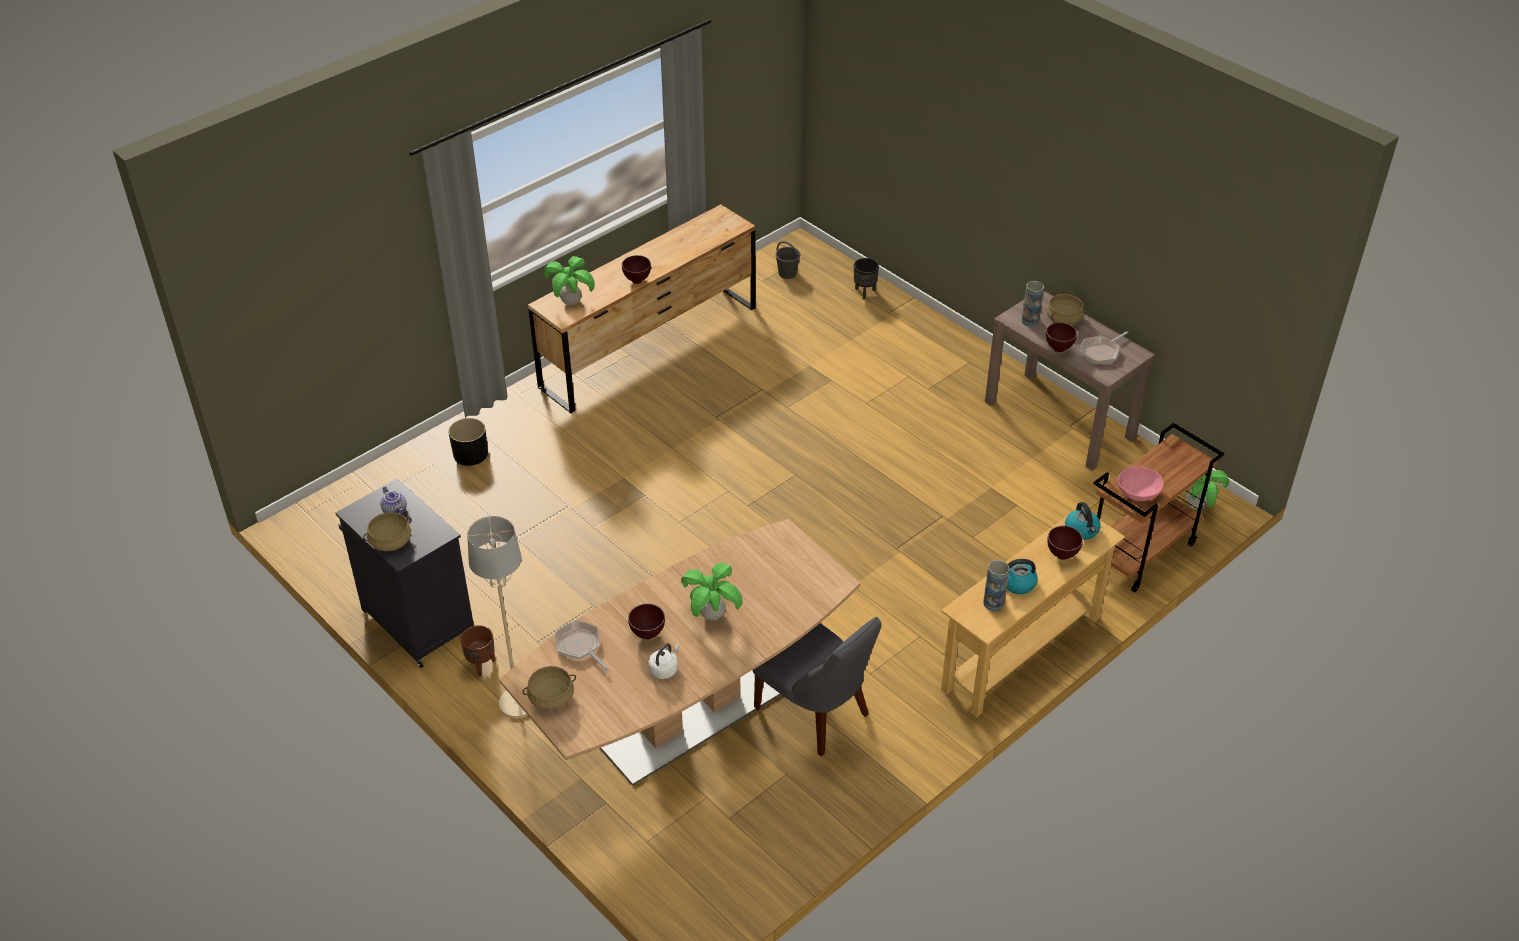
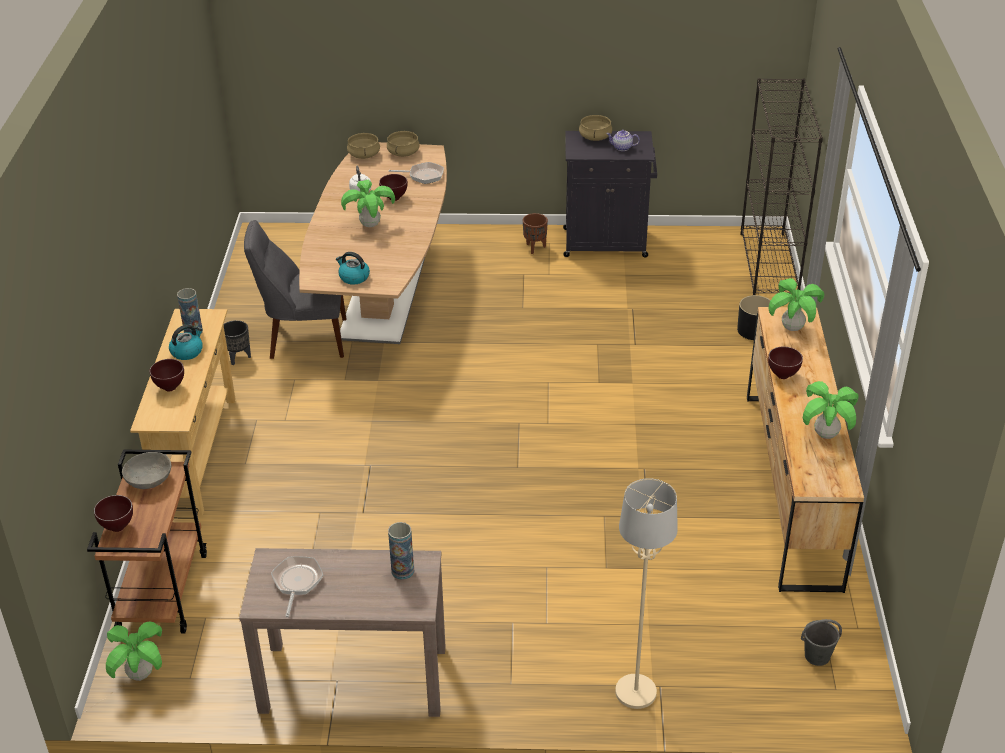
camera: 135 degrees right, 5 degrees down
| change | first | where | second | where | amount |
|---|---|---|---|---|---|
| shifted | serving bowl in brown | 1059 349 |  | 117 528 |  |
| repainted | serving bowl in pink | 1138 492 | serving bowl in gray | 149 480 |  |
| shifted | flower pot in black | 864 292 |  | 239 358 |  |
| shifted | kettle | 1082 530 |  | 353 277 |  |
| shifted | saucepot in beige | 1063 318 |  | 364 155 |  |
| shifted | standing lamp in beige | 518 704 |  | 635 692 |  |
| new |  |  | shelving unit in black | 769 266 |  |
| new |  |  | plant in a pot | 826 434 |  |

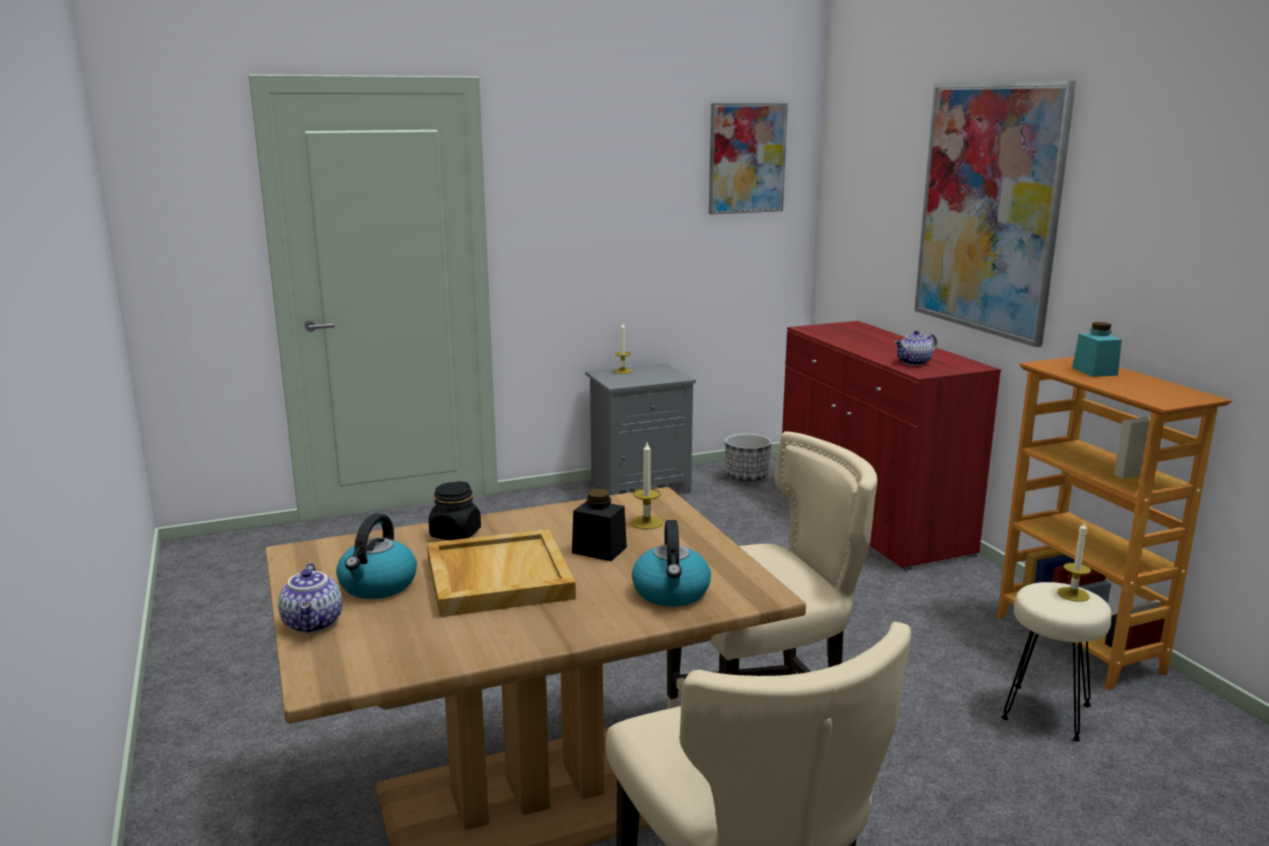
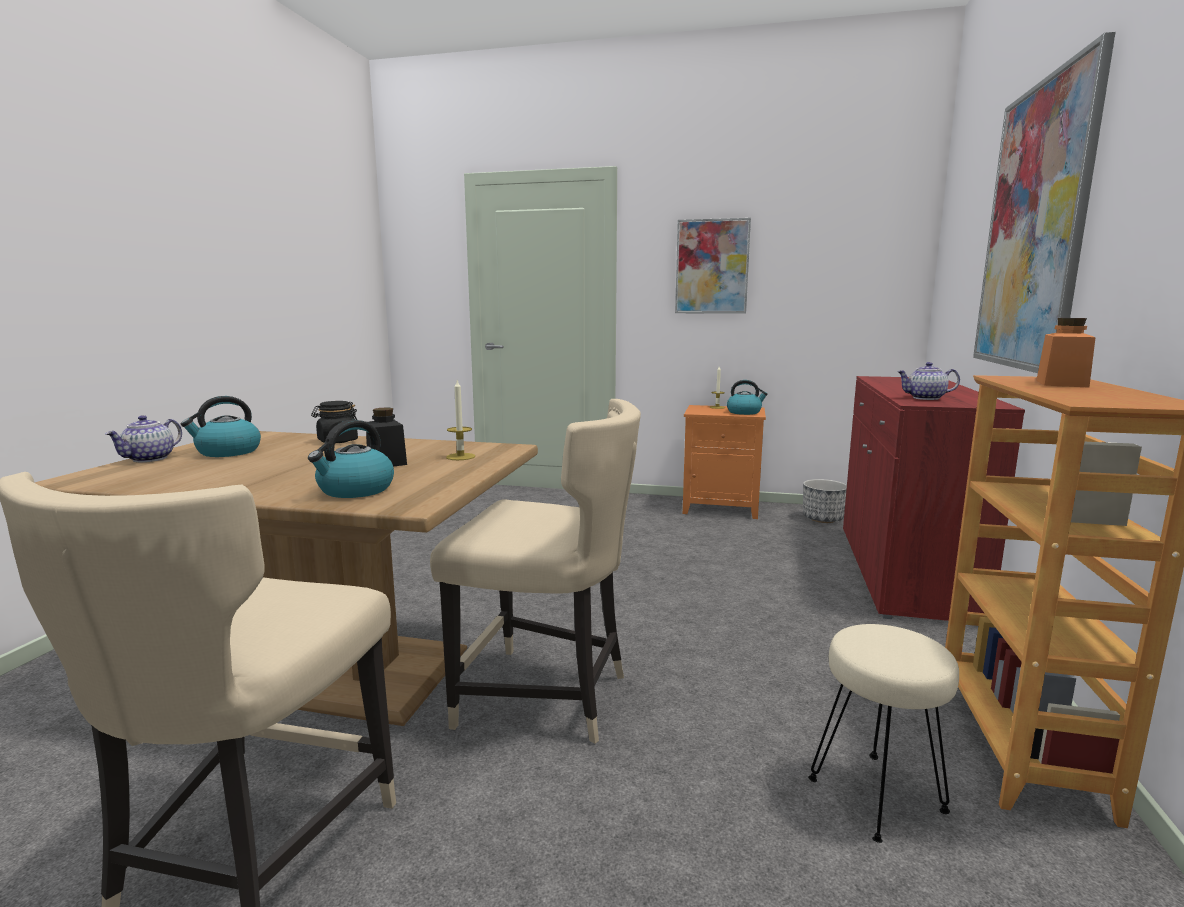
camera: 35 degrees right, 5 degrees down
| change | first | where | second | where | amount |
|---|---|---|---|---|---|
| shifted | wall picture | 746 158 |  | 712 267 |  |
| repainted | nightstand in gray | 640 486 | nightstand in orangey | 722 507 |  |
| new |  |  | kettle | 744 412 |  |
| repainted | storage jar in blue-green | 1094 371 | storage jar in orangey | 1061 384 |  |
| gone | serving tray in beige | 497 577 |  |  |  |
| gone | wax light | 1073 594 |  |  |  |

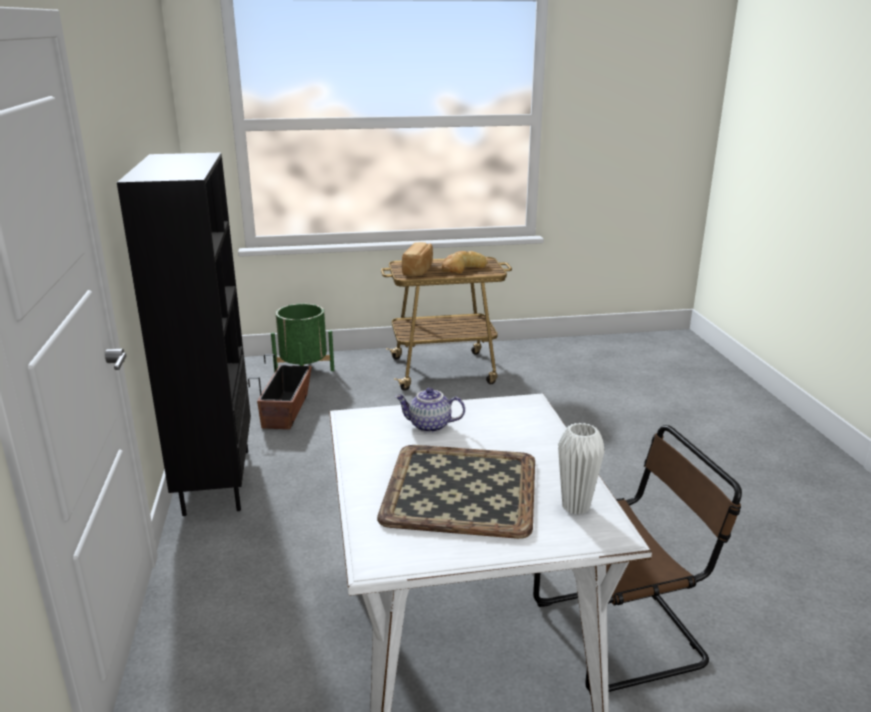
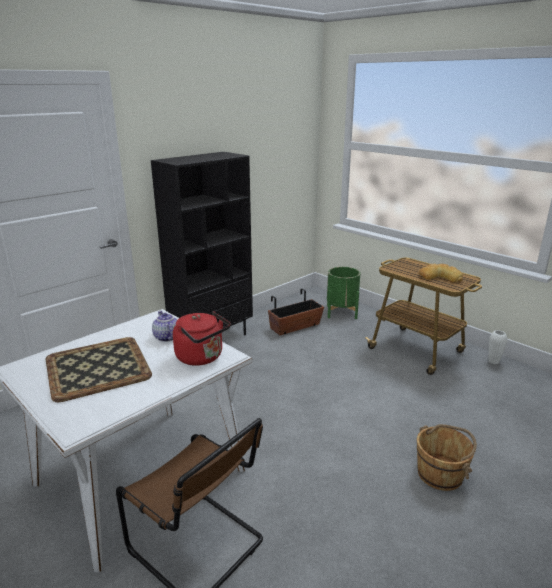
camera: 55 degrees right, 0 degrees up
| change | first | where | second | where | amount |
|---|---|---|---|---|---|
| new |  |  | kettle in red-coloured | 202 357 |  |
| new |  |  | water bucket in brown | 441 474 |  |
| shifted | flower vase in white-coloured | 575 506 |  | 493 361 |  |
| gone | baked bread | 419 270 |  |  |  |

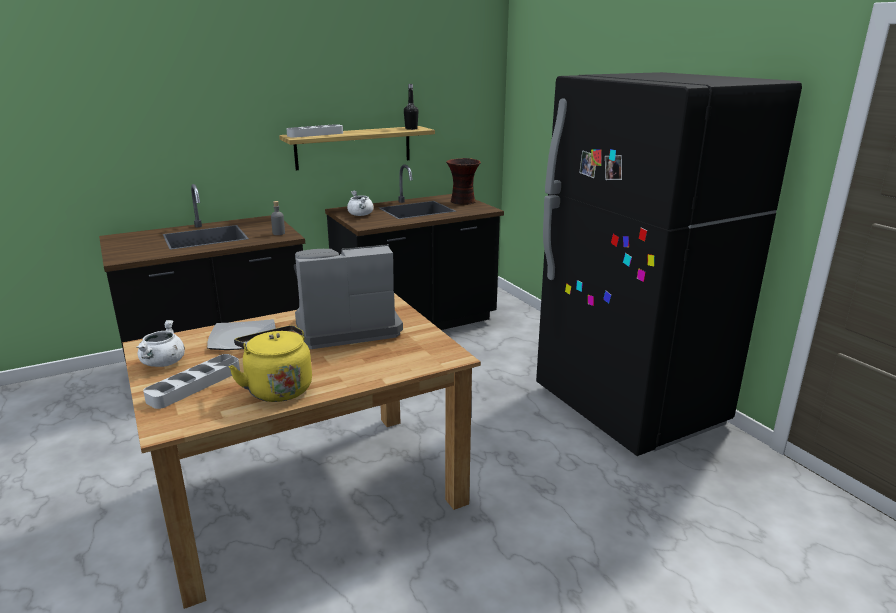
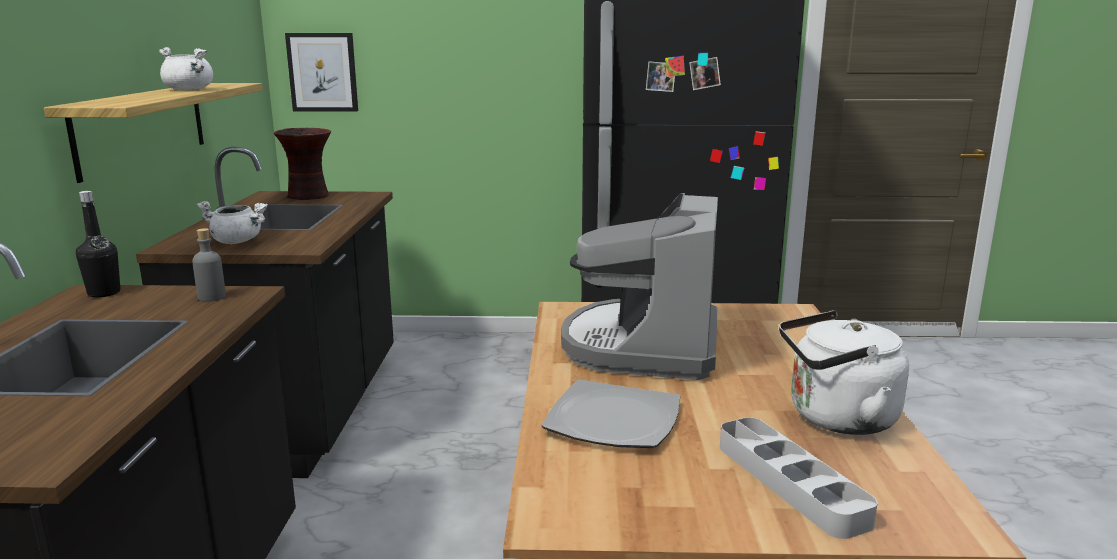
camera: 60 degrees left, 5 degrees down
| change | first | where | second | where | amount |
|---|---|---|---|---|---|
| shifted | beverage bottle in black | 411 128 |  | 104 293 |  |
| shifted | saucepot in white-coloured | 163 363 |  | 189 90 |  |
| new |  |  | wall picture | 322 72 |  |
| repainted | kettle in yellowish | 277 388 | kettle in white-coloured | 836 418 |  |
| gone | serving tray in gray | 315 134 |  |  |  |

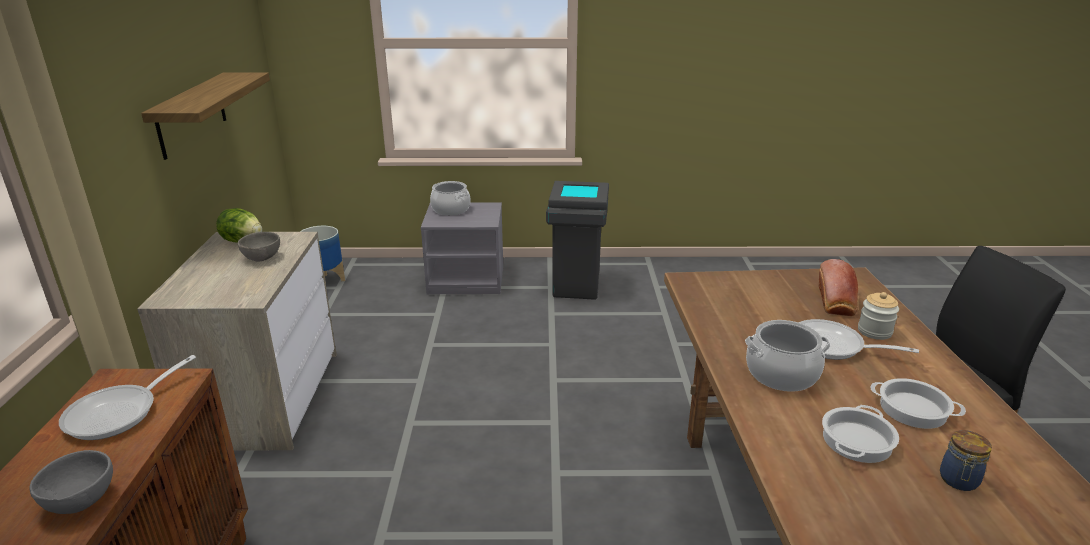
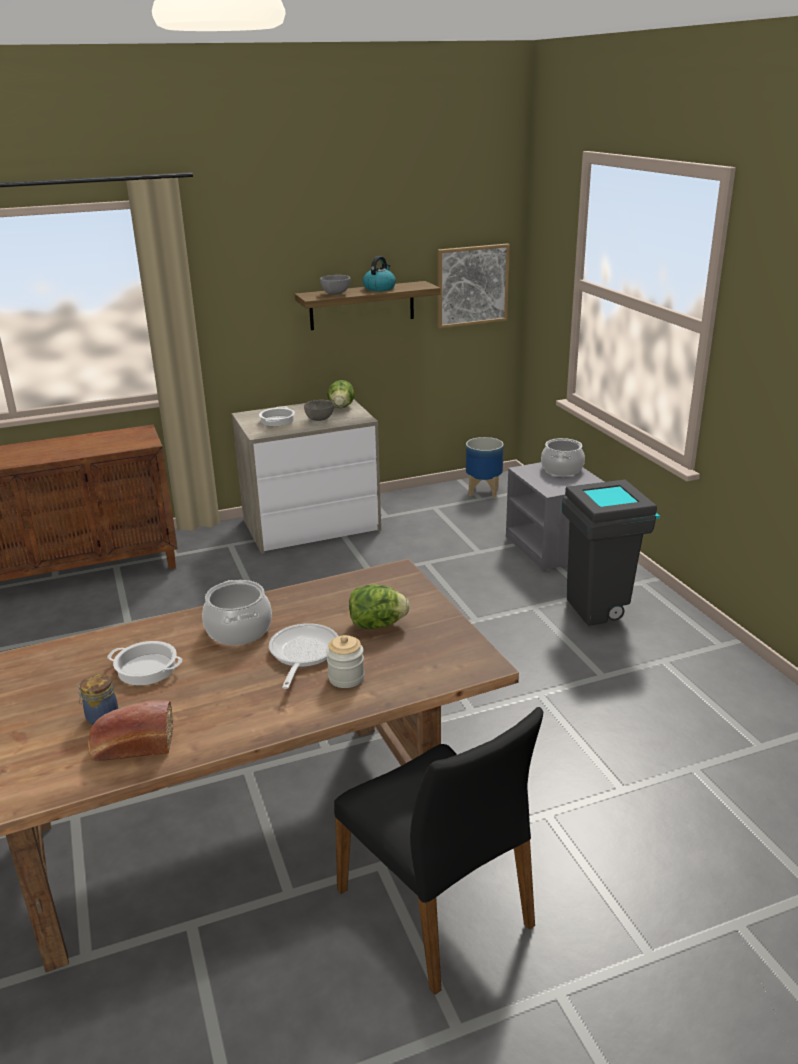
camera: 70 degrees right, 0 degrees up
| change | first | where | second | where | amount |
|---|---|---|---|---|---|
| shifted | baked bread | 836 302 |  | 131 747 |  |
| shifted | saucepot | 912 409 |  | 277 420 |  |
| shifted | serving bowl in gray | 80 501 |  | 335 293 |  |
| new |  |  | head of lettuce | 377 625 |  |
| new |  |  | kettle | 379 288 |  |
| new |  |  | wall picture | 472 285 |  |
| gone | skillet | 119 413 |  |  |  |

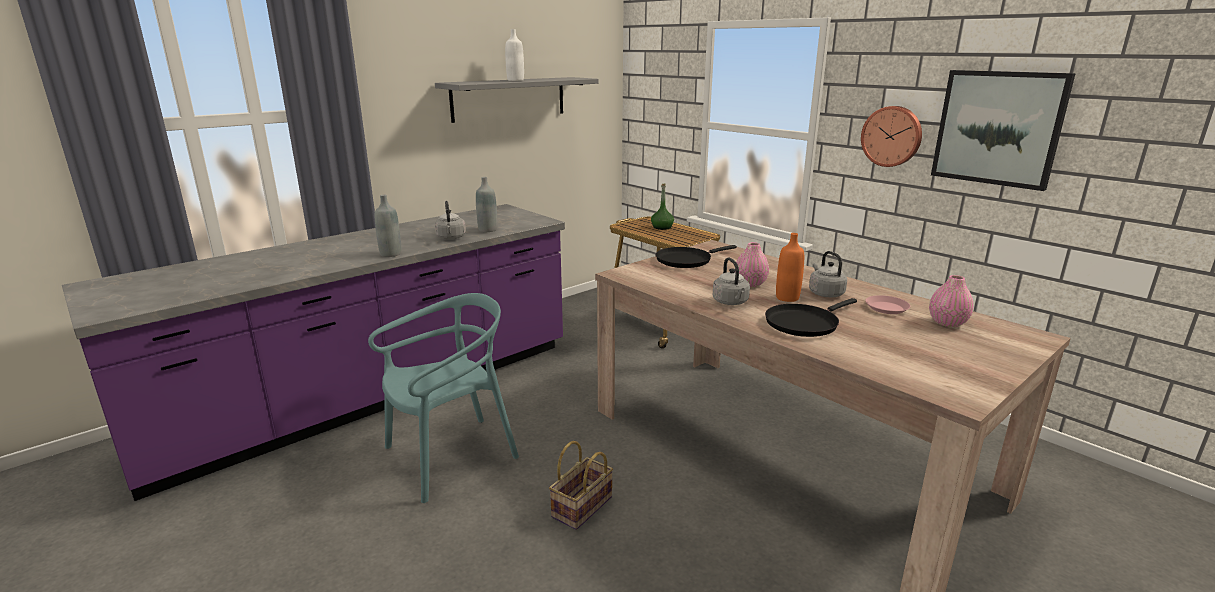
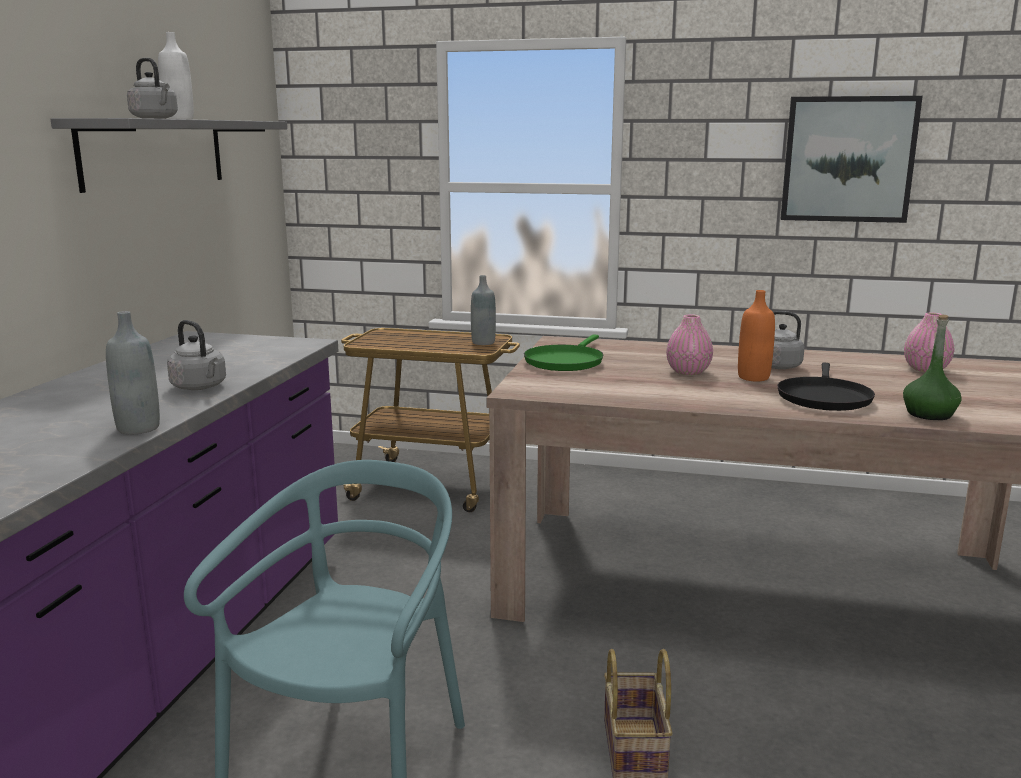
camera: 35 degrees left, 5 degrees down
| change | first | where | second | where | amount |
|---|---|---|---|---|---|
| shifted | kettle in gray | 731 302 |  | 155 118 |  |
| shifted | beverage bottle in gray | 487 230 |  | 483 342 |  |
| repainted | skillet in black | 686 260 | skillet in green-coloured | 565 361 |  |
| shifted | beverage bottle in green-coloured | 662 227 |  | 929 414 |  |
| gone | clock on the wall | 892 136 |  |  |  |
| gone | flat dish in pink | 887 308 |  |  |  |

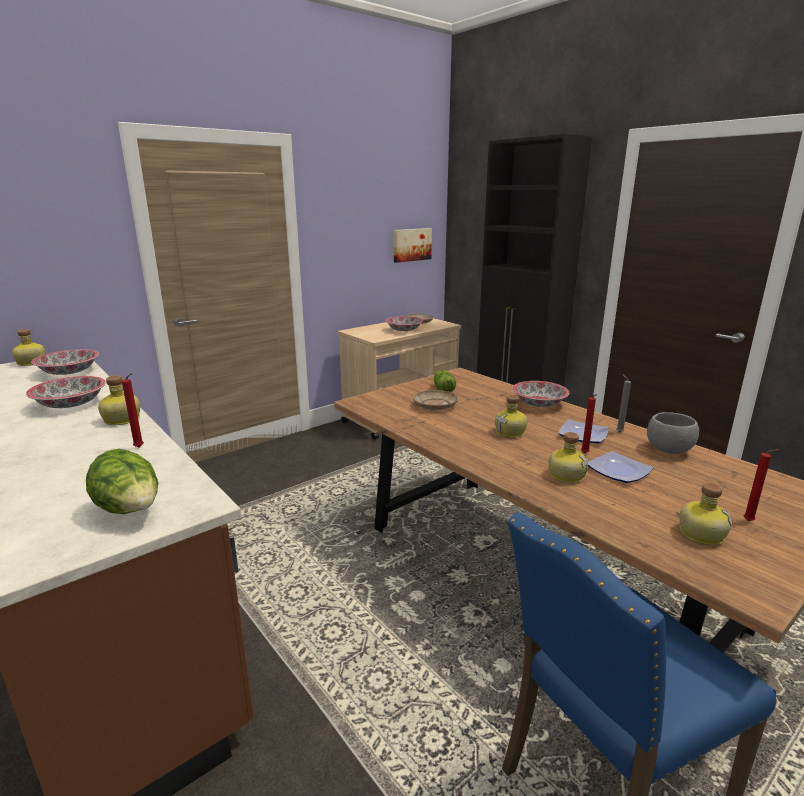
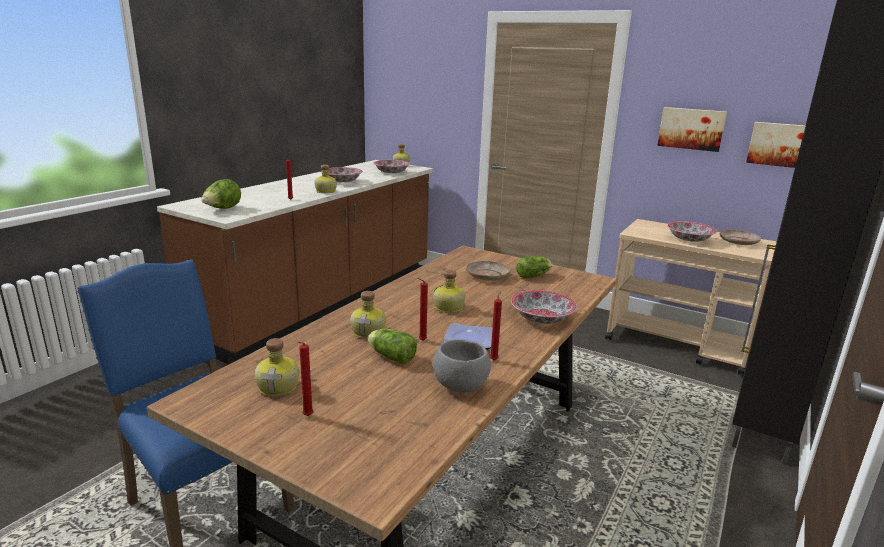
camera: 70 degrees right, 0 degrees up
| change | first | where | second | where | amount |
|---|---|---|---|---|---|
| swapped | flat dish | 620 471 | head of lettuce | 390 356 |  |
| repainted | wax light in gray | 618 432 | wax light in red-coloured | 494 359 |  |
| new |  |  | wall picture | 691 128 |  |

